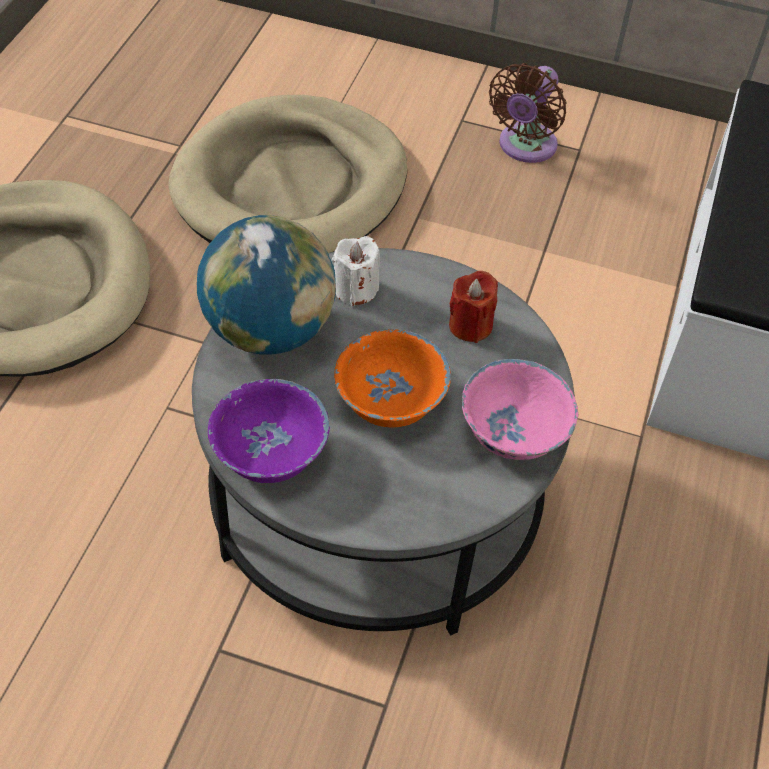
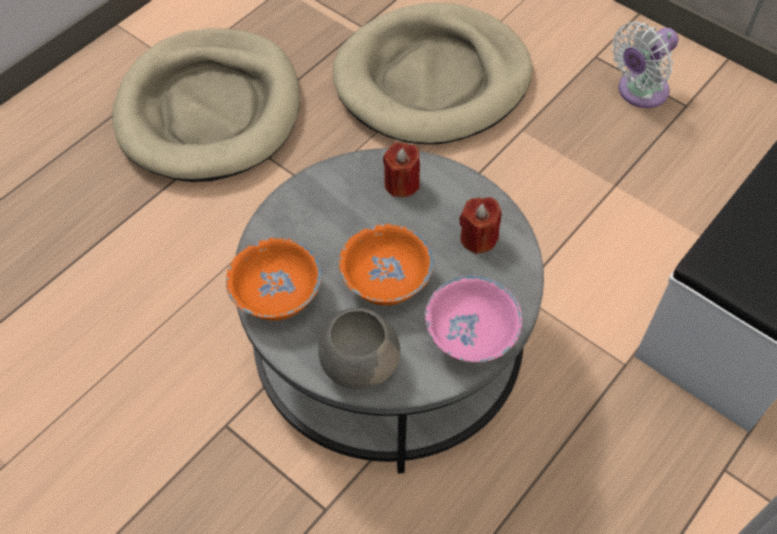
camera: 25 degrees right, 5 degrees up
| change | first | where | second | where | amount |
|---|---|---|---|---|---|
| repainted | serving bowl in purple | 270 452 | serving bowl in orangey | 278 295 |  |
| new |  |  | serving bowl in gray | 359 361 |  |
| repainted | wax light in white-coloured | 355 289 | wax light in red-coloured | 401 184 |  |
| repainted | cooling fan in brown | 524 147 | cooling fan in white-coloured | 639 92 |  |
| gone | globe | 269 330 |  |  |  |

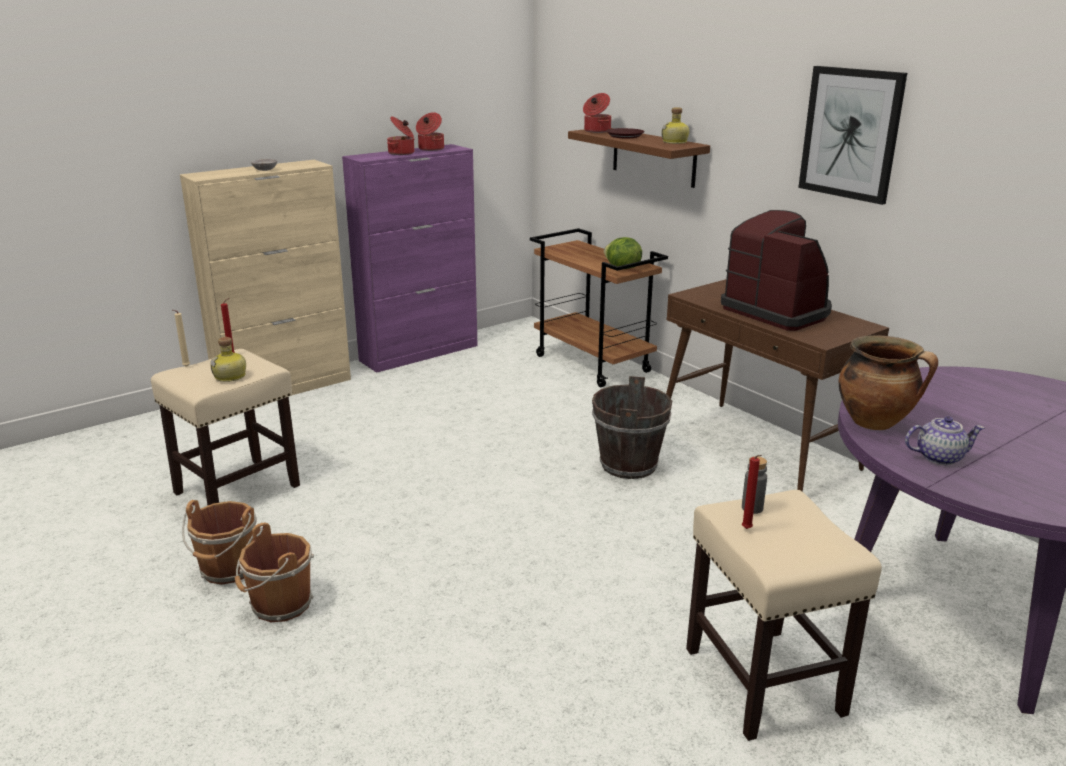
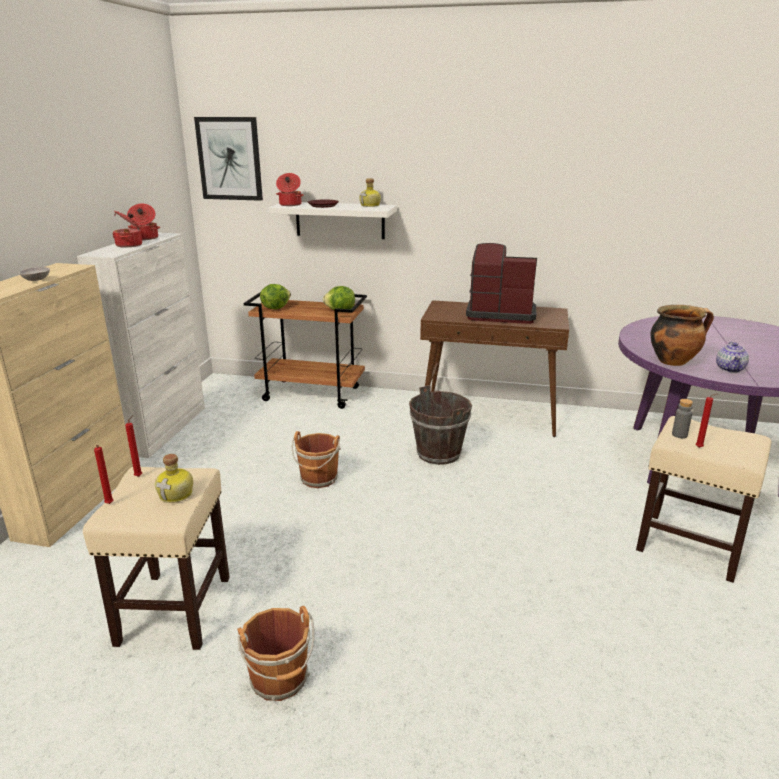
camera: 40 degrees left, 0 degrees up
| change | first | where | second | where | amount |
|---|---|---|---|---|---|
| repainted | cupboard in purple | 420 353 | cupboard in white-coloured | 164 429 |  |
| repainted | wax light in beige | 185 367 | wax light in red-coloured | 109 504 |  |
| shifted | wall picture | 851 133 |  | 229 159 |  |
| new |  |  | head of lettuce | 275 308 |  |
| repainted | bracket shelf in brown | 653 157 | bracket shelf in white-coloured | 340 220 |  |
| shifted | water bucket in brown | 279 606 |  | 318 479 |  |
| rotated | tea pot | 939 457 |  | 730 369 | 150 degrees clockwise |

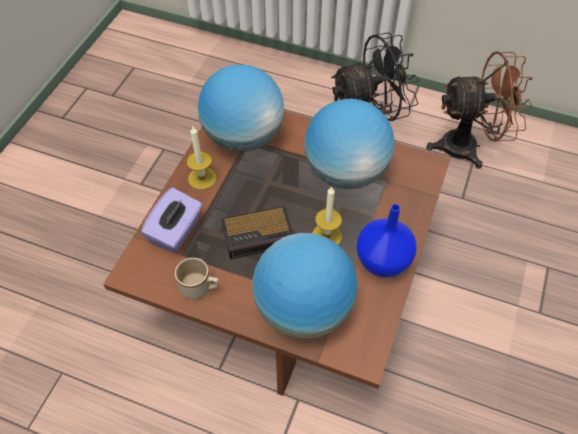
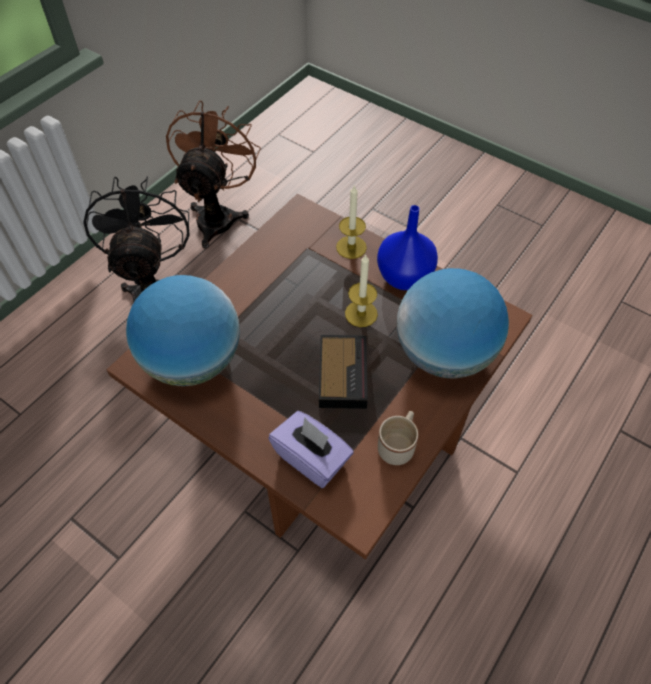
camera: 75 degrees left, 0 degrees up
| change | first | where | second | where | amount |
|---|---|---|---|---|---|
| shifted | wax light | 202 178 |  | 351 247 |  |
| gone | globe | 346 172 |  |  |  |

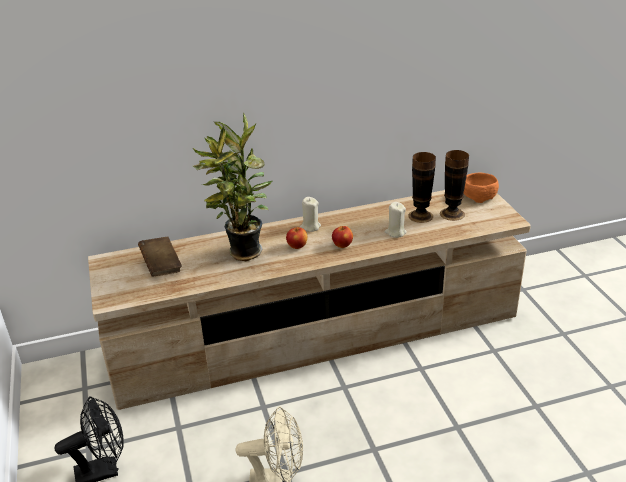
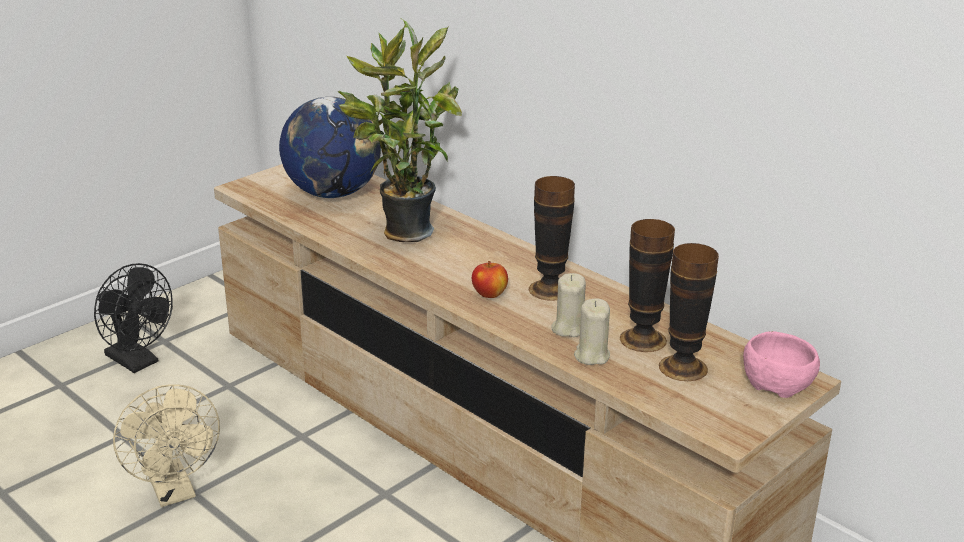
camera: 60 degrees right, 5 degrees down
| change | first | where | second | where | amount |
|---|---|---|---|---|---|
| swapped | volume in brown | 161 266 | globe | 333 193 |  |
| new |  |  | flower vase | 550 289 |  |
| shifted | wax light in beige | 310 227 |  | 591 355 |  |
| repainted | serving bowl in orangey | 478 196 | serving bowl in pink | 777 381 |  |
| gone | apple | 297 246 |  |  |  |

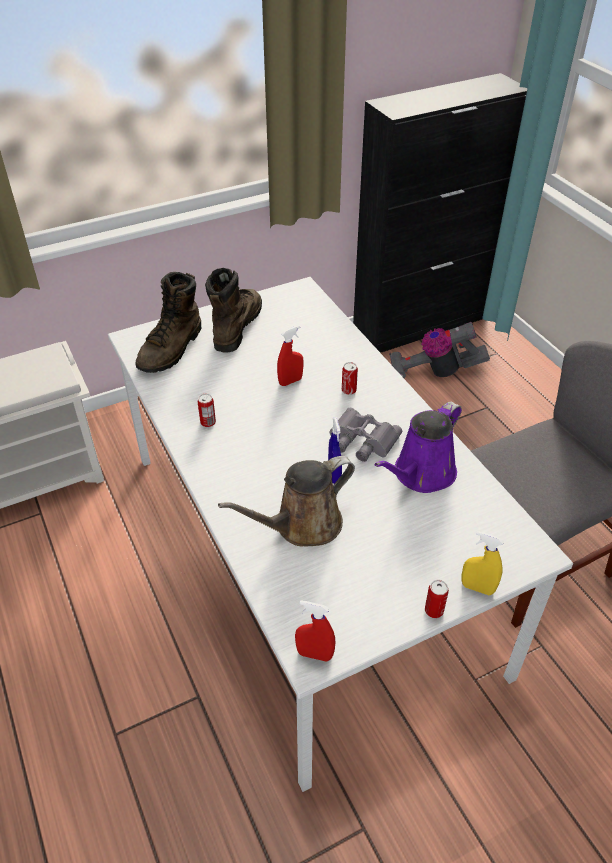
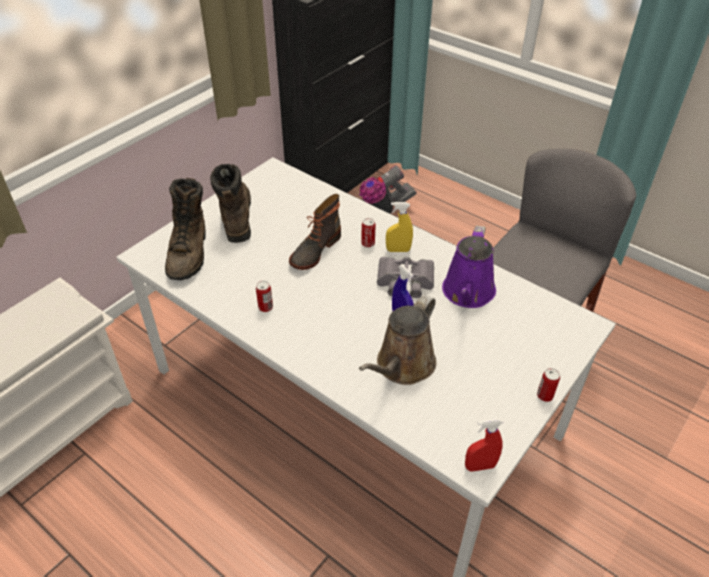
camera: 25 degrees left, 0 degrees up
| change | first | where | second | where | amount |
|---|---|---|---|---|---|
| swapped | spray bottle in red-coloured | 290 381 | boot | 314 250 |  |
| shifted | spray bottle in yellowish | 477 588 |  | 398 250 |  |

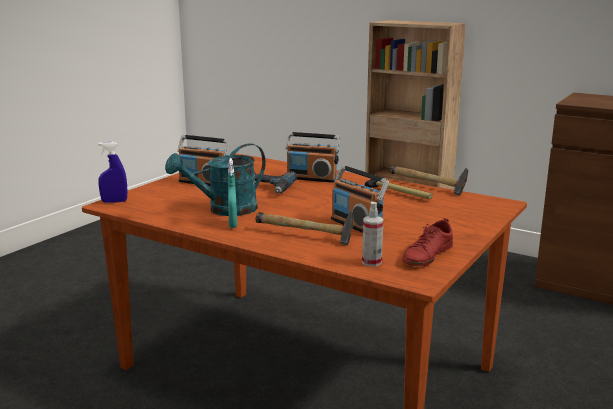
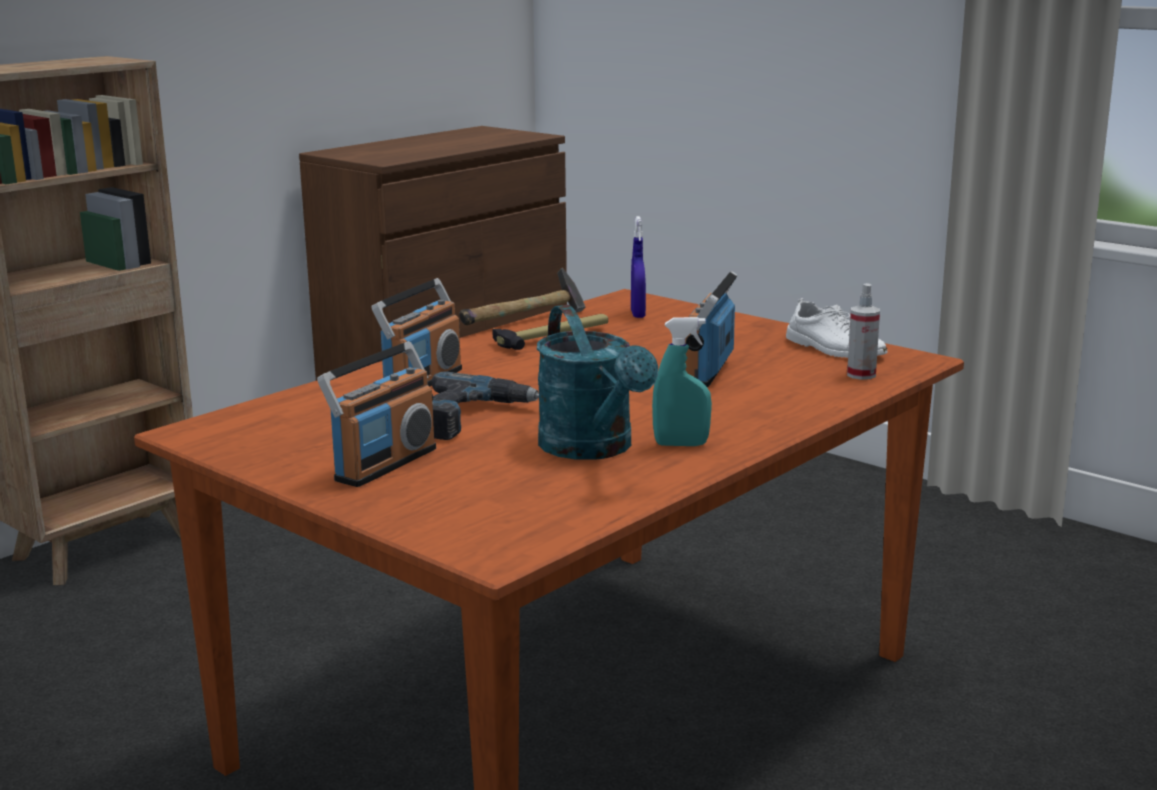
camera: 80 degrees left, 0 degrees up
| change | first | where | second | where | amount |
|---|---|---|---|---|---|
| shifted | spray bottle in blue | 114 201 |  | 638 314 |  |
| rotated | radio | 356 225 |  | 707 371 | 135 degrees clockwise |
| repainted | item of footwear in red-coloured | 427 255 | item of footwear in white-coloured | 834 349 |  |
| gone | tool hammer | 306 236 |  |  |  |

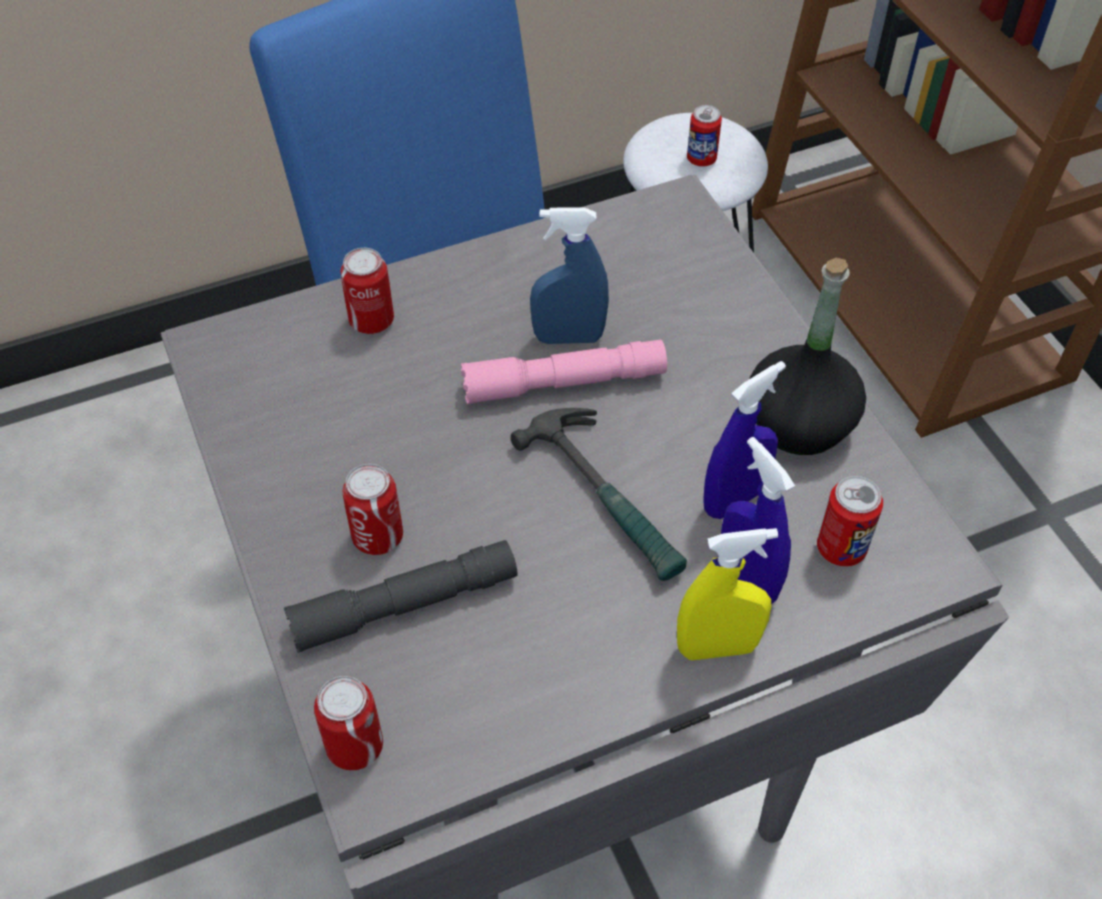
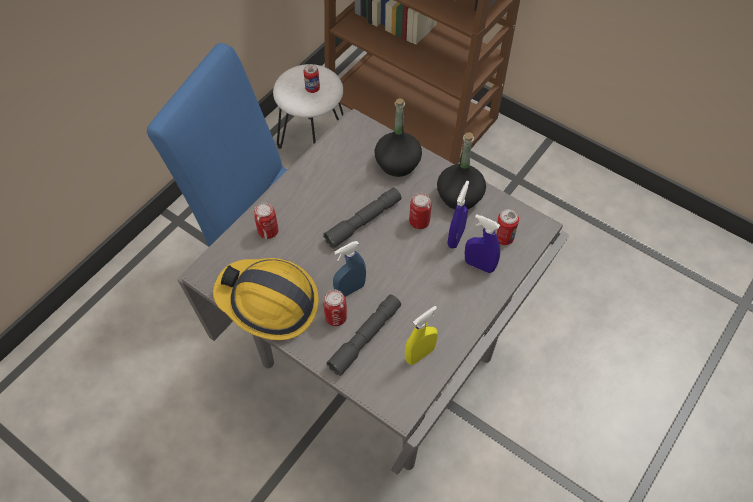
camera: 30 degrees left, 5 degrees up
| change | first | where | second | where | amount |
|---|---|---|---|---|---|
| new |  |  | safety helmet | 268 303 |  |
| repainted | flashlight in pink | 564 383 | flashlight in gray | 363 221 |  |
| shifted | spray bottle in blue | 568 337 |  | 350 289 |  |
| new |  |  | beverage bottle in black | 397 163 |  |
| shifted | spray bottle in yellowish | 717 648 |  | 420 354 |  |
| shifted | can | 355 746 |  | 419 222 |  |
| gone | tool hammer | 608 498 |  |  |  |

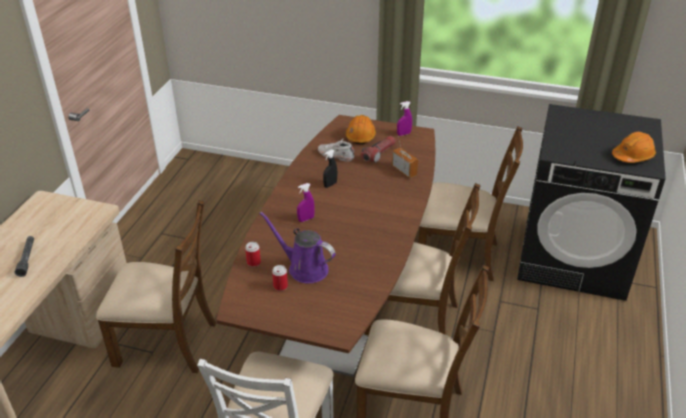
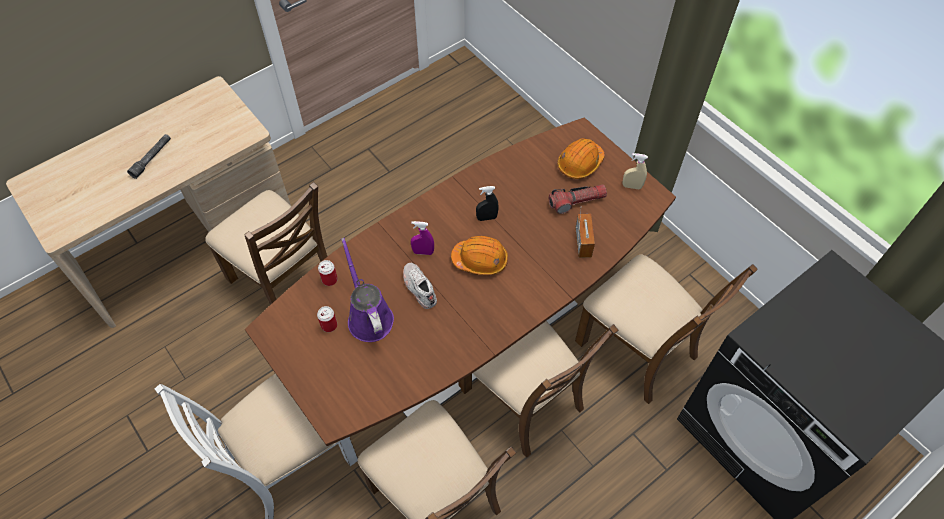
camera: 35 degrees right, 20 degrees up
| change | first | where | second | where | amount |
|---|---|---|---|---|---|
| shifted | item of footwear in white-coloured | 335 155 |  | 419 288 |  |
| shifted | safety helmet in orangey | 633 156 |  | 480 260 |  |
| repainted | spray bottle in purple | 404 134 | spray bottle in beige | 632 186 |  |

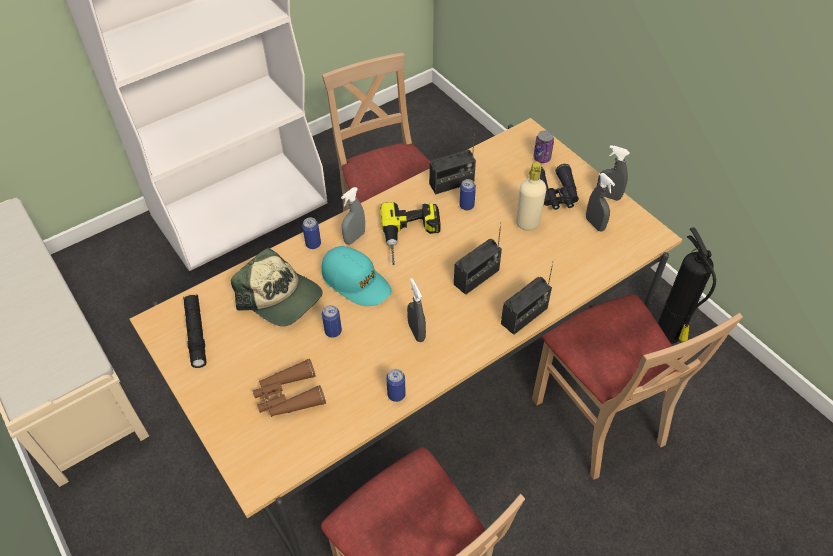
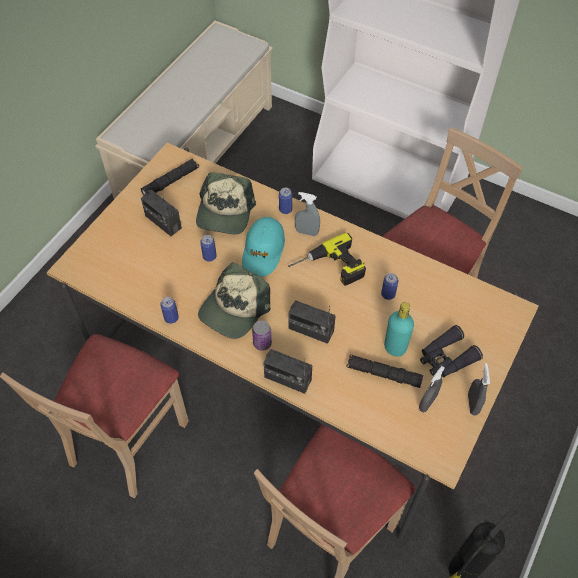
camera: 65 degrees right, 5 degrees up
| change | first | where | second | where | amount |
|---|---|---|---|---|---|
| shifted | radio | 451 183 |  | 163 222 |  |
| swapped | spray bottle in gray | 416 332 | baseball cap | 234 309 |  |
| shifted | can | 542 158 |  | 262 343 |  |
| new |  |  | flashlight in black | 383 374 |  |
| repainted | beverage bottle in beige | 527 223 | beverage bottle in blue-green | 395 347 |  |
| gone | pair of binoculars in brown | 288 396 |  |  |  |

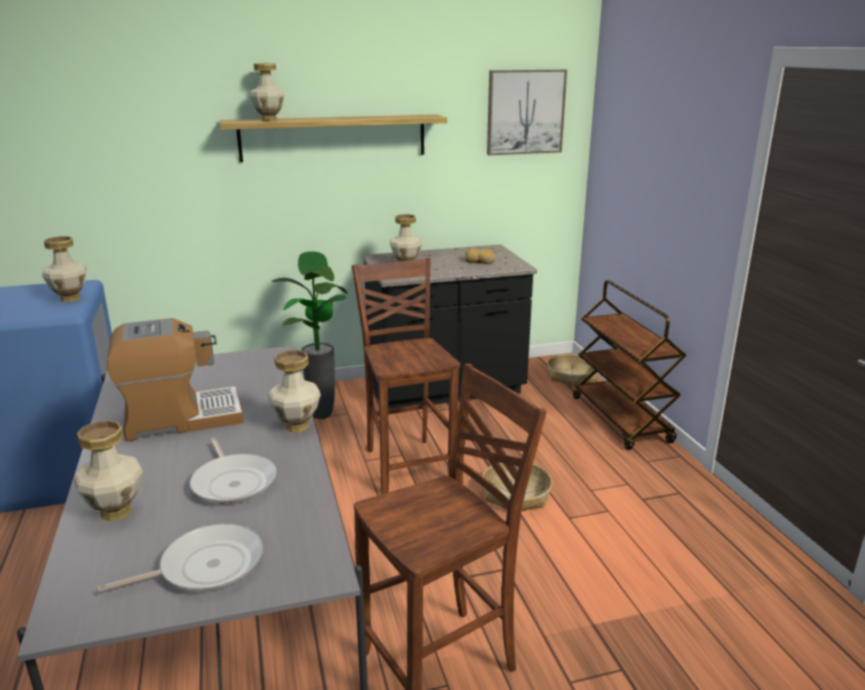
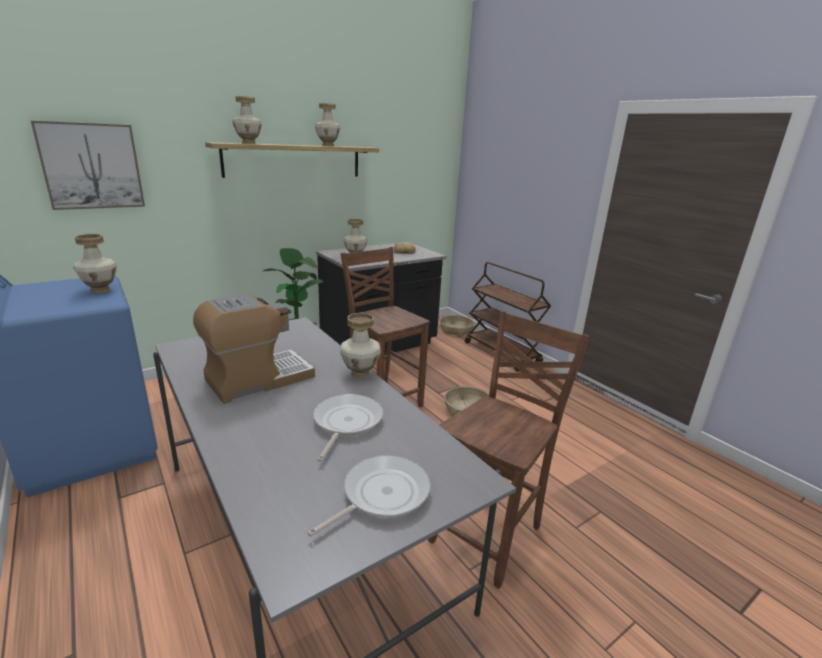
camera: 20 degrees left, 0 degrees up
| change | first | where | second | where | amount |
|---|---|---|---|---|---|
| shifted | wall picture | 525 112 |  | 92 166 |  |
| rotated | skillet | 233 482 |  | 346 423 | 120 degrees counterclockwise |
| shifted | flower vase | 115 512 |  | 327 145 |  |

